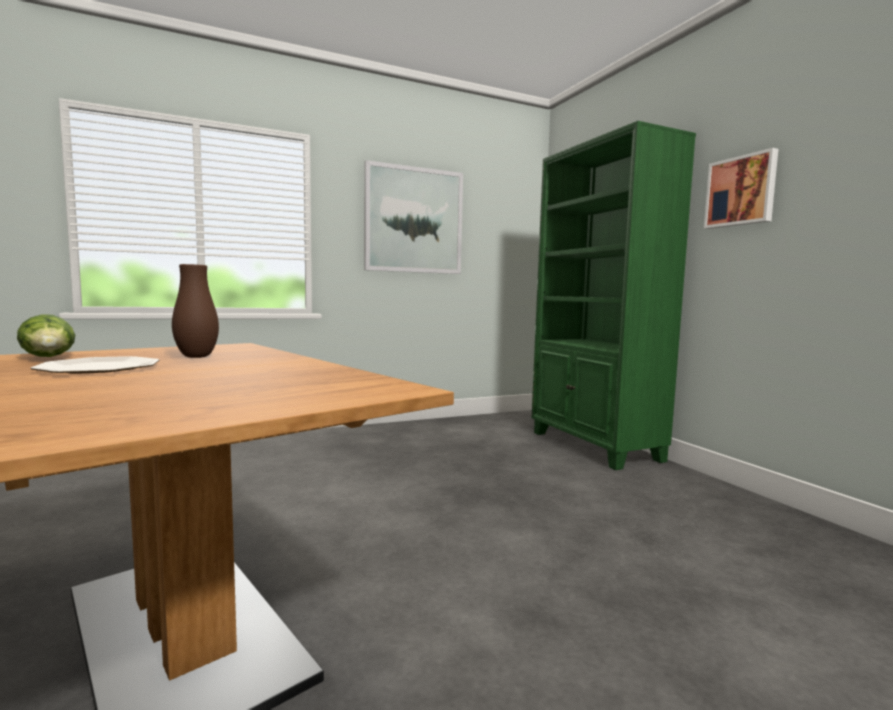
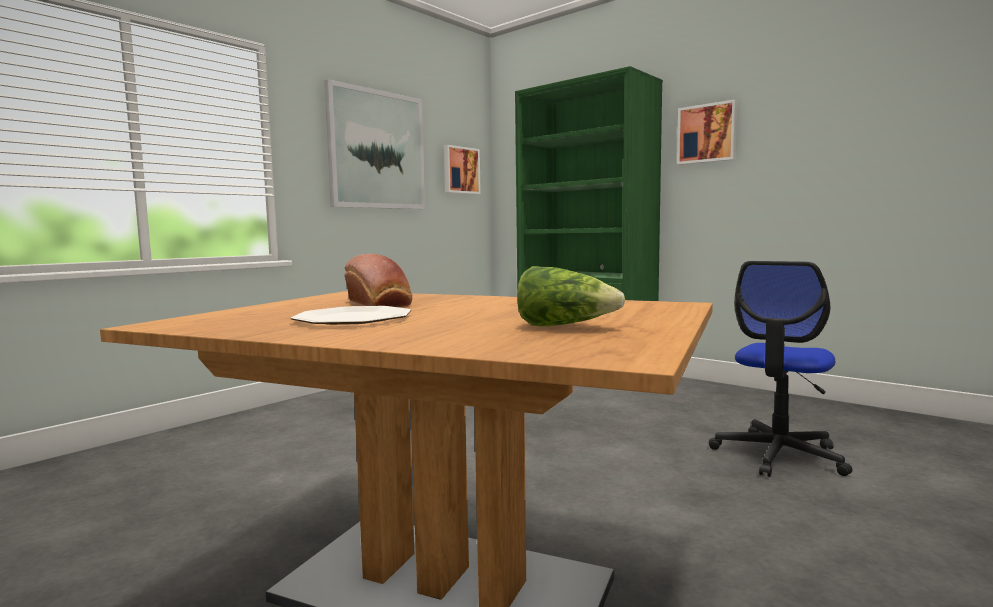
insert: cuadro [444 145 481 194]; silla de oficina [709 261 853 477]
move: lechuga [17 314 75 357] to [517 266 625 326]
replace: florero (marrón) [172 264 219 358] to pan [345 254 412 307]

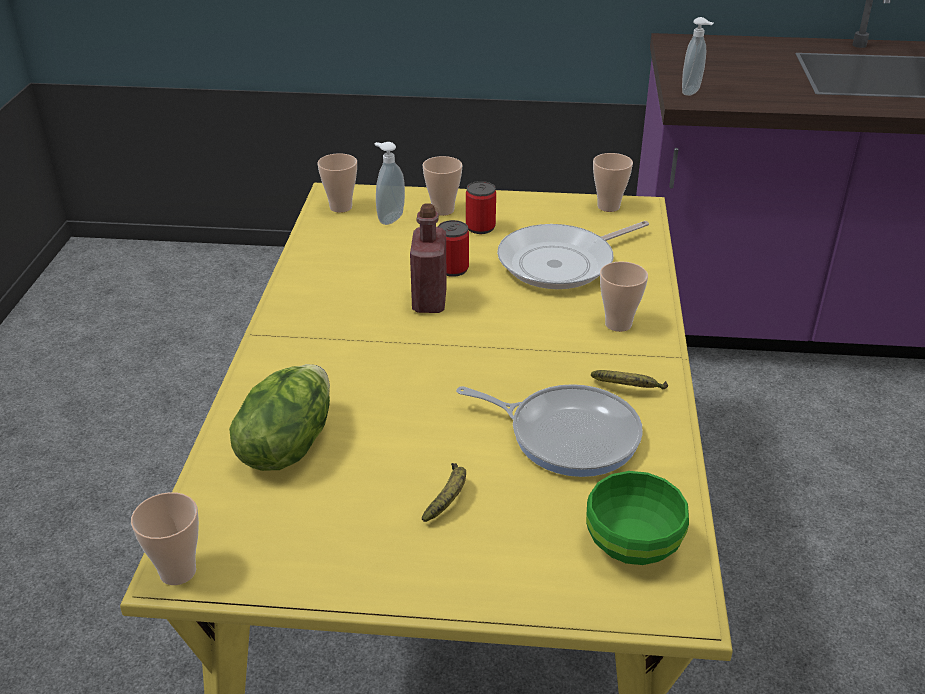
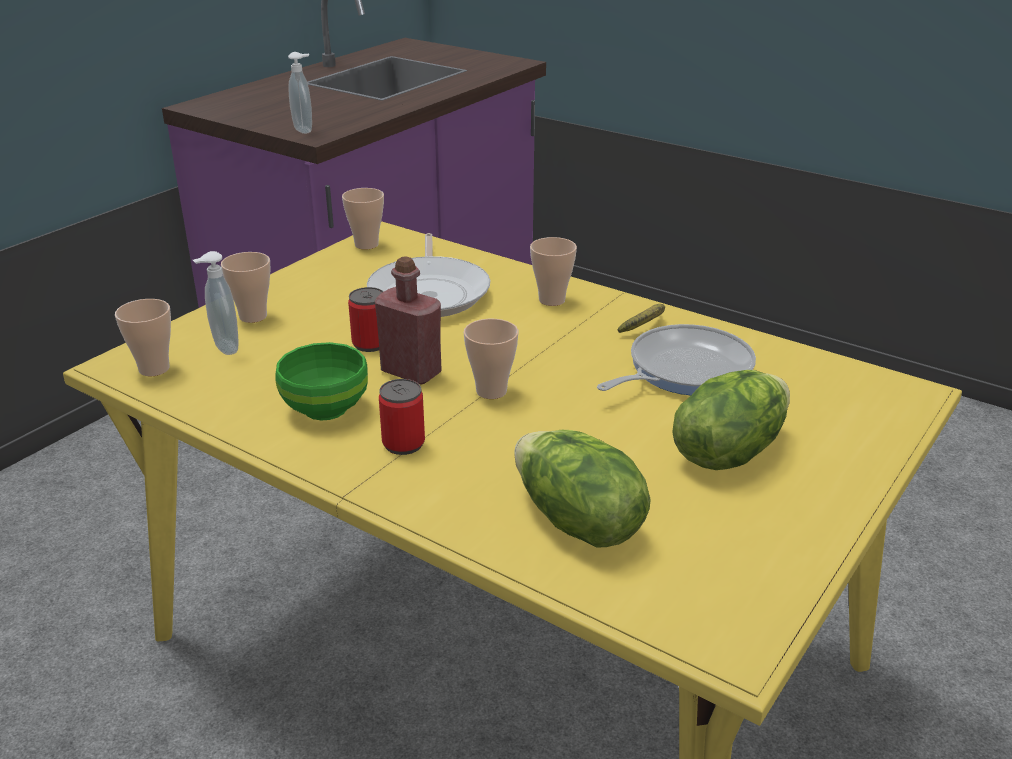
move: lata [466 181 496 234] to [379 379 425 455]; cuenco (verde) [586 471 689 565] to [276 342 368 420]; taza [131 492 199 585] to [464 319 518 399]
replace: plátano [422 463 466 522] to lechuga [672 370 790 470]

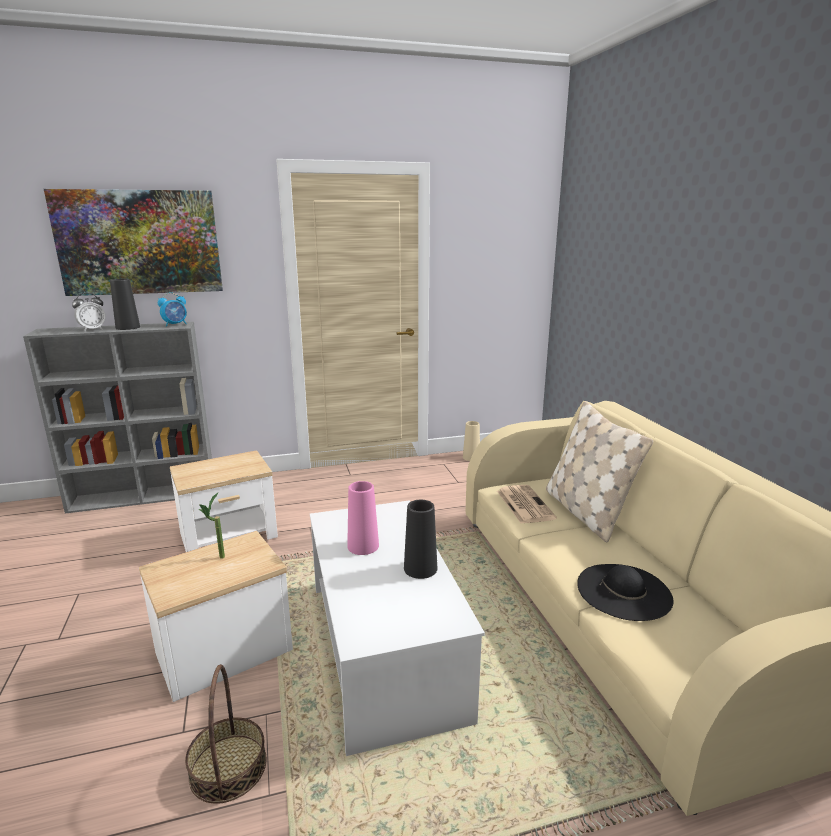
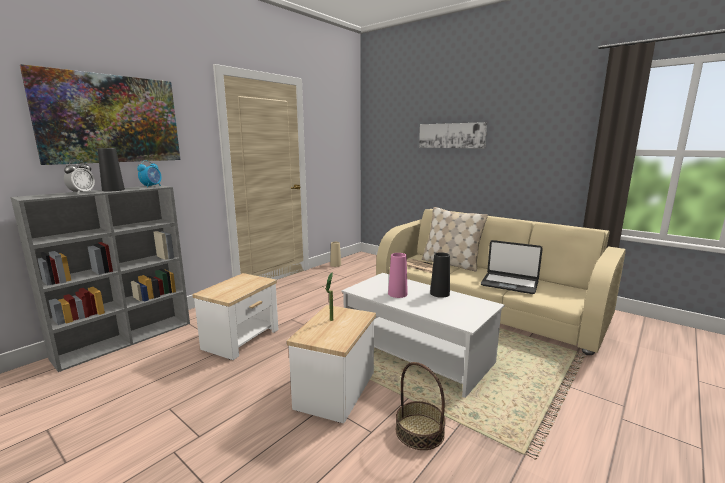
insert: cuadro [419 122 487 148]
replace: sombrero (negro) [577 564 674 621] to portátil [481 240 543 294]

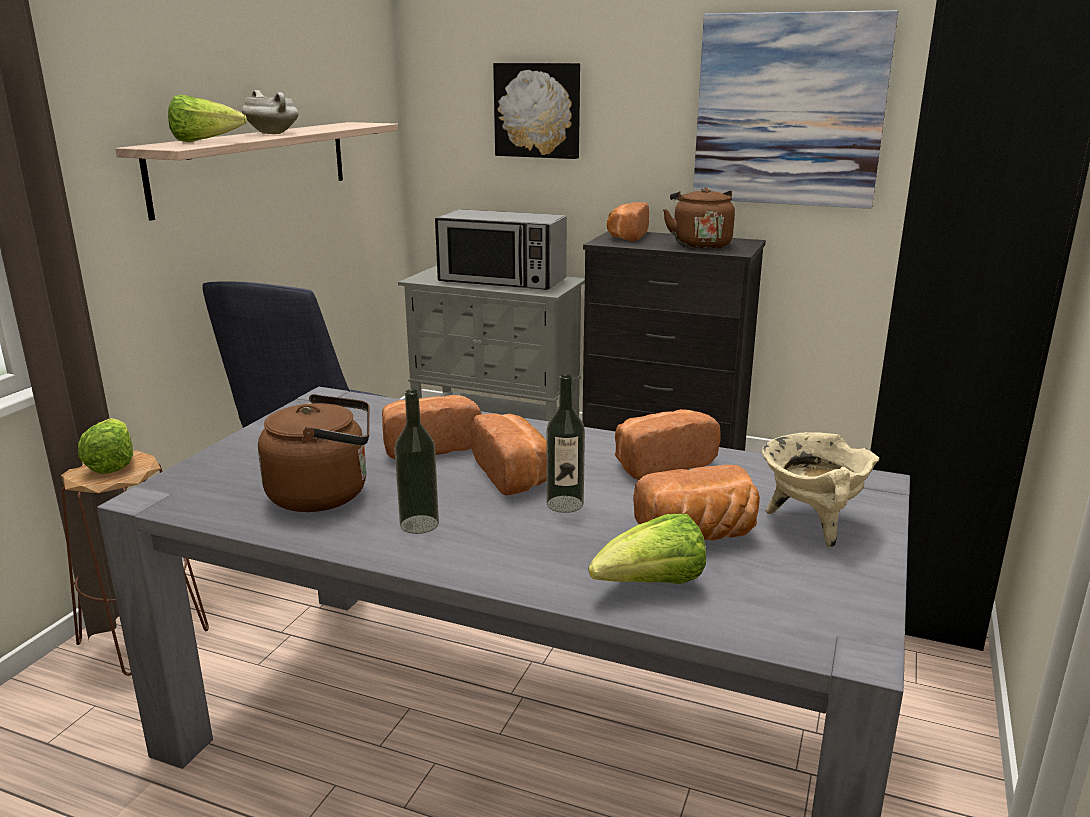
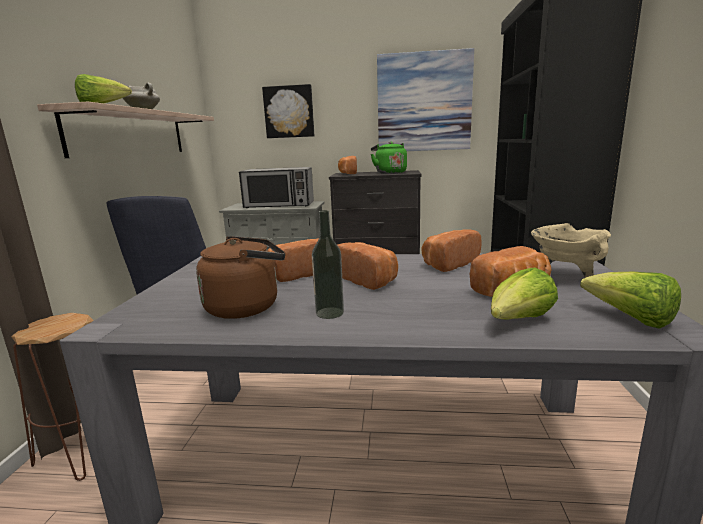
delete: botella [546 374 585 513]
move: lechuga [78 418 133 474] to [580 271 681 329]
recolor: hervidor (marrón) [663 187 735 249] to hervidor (verde) [371 142 407 174]

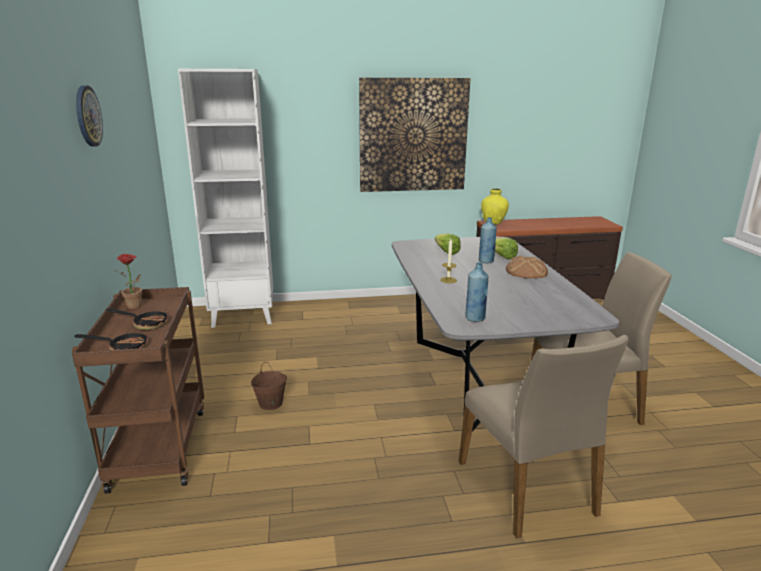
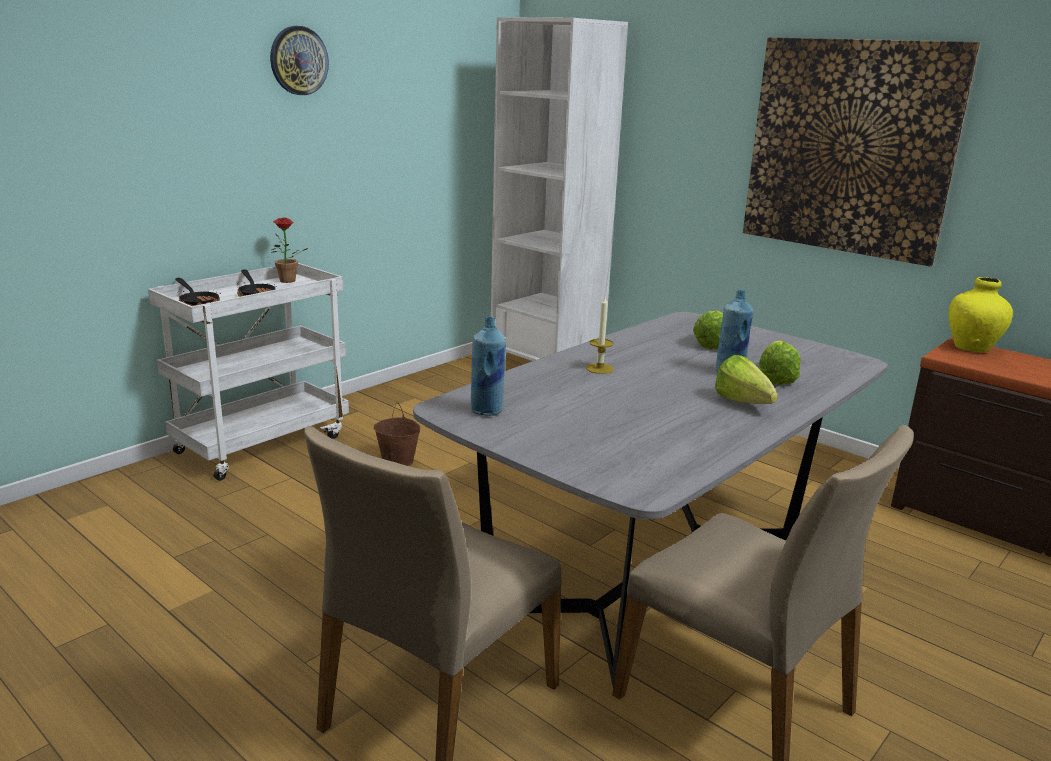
replace: pan [506 255 548 279] to lechuga [715 355 778 404]
recolor: carrito (marrón) [72 287 204 494] to carrito (blanco) [148 263 349 481]

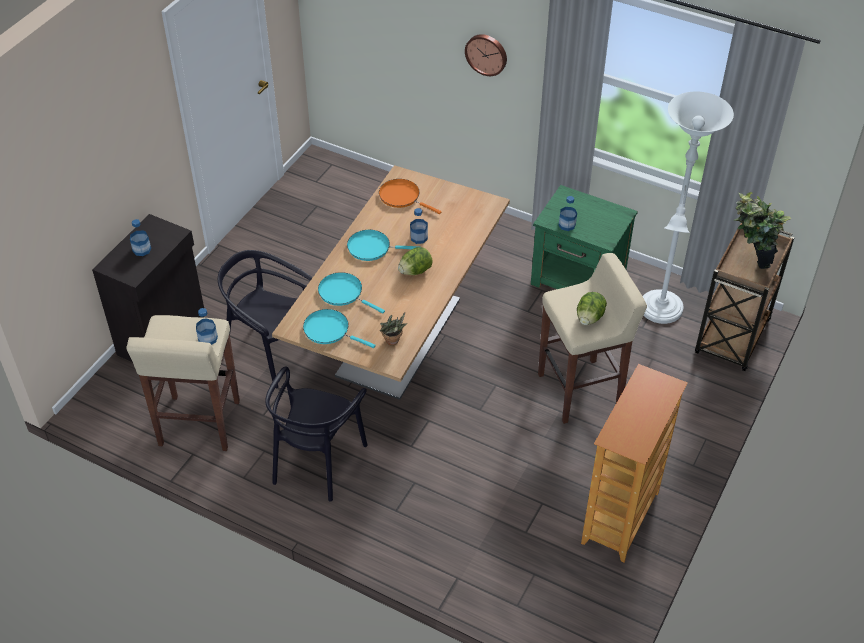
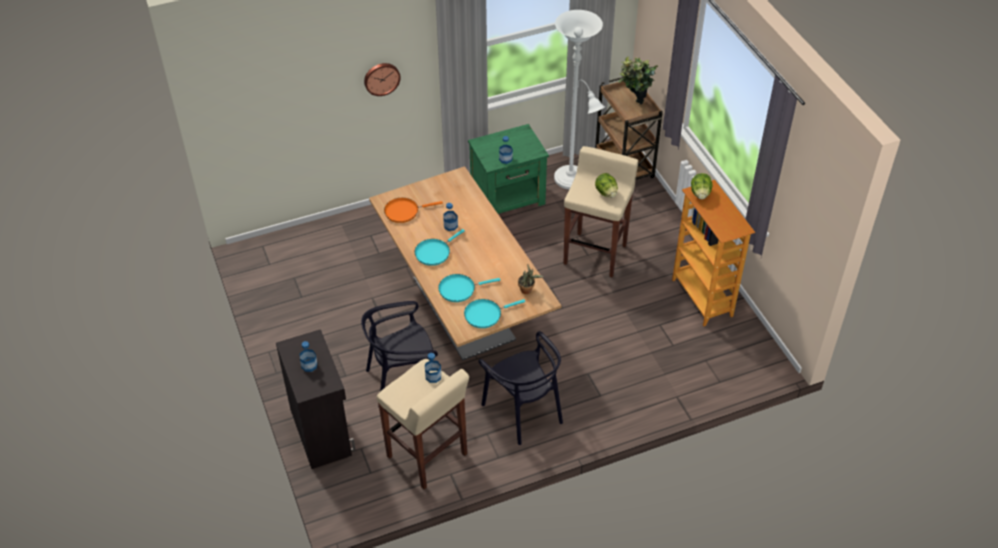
move: lechuga [398 247 433 275] to [691 173 713 199]

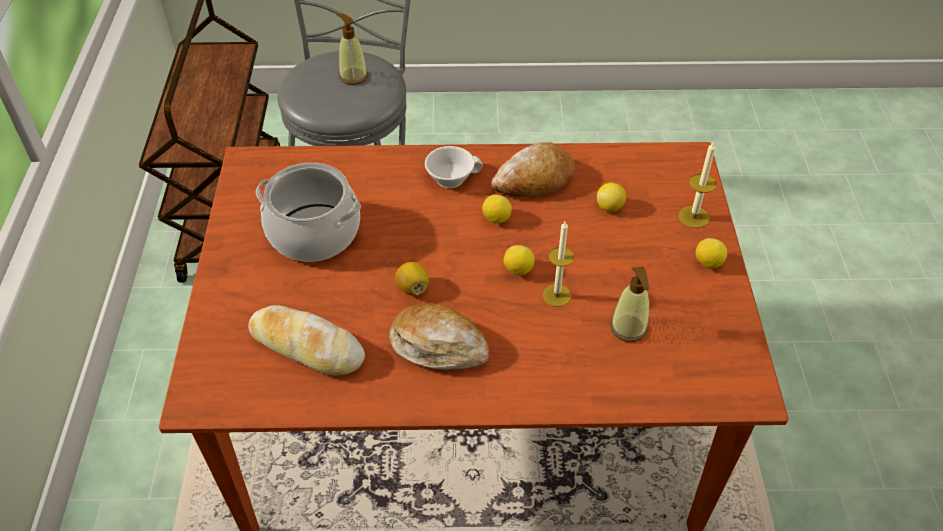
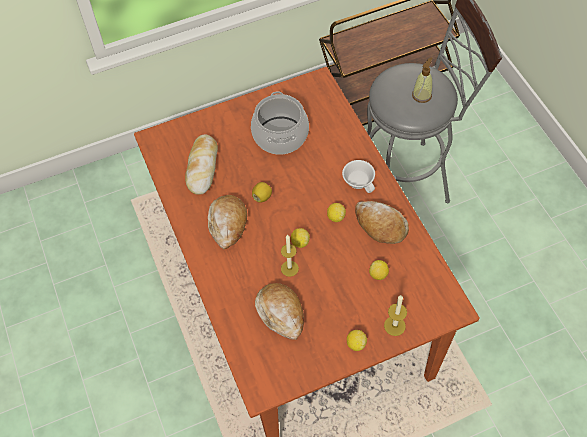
replace: dispensador de jabón [610 266 649 342] to pan [255 283 304 340]

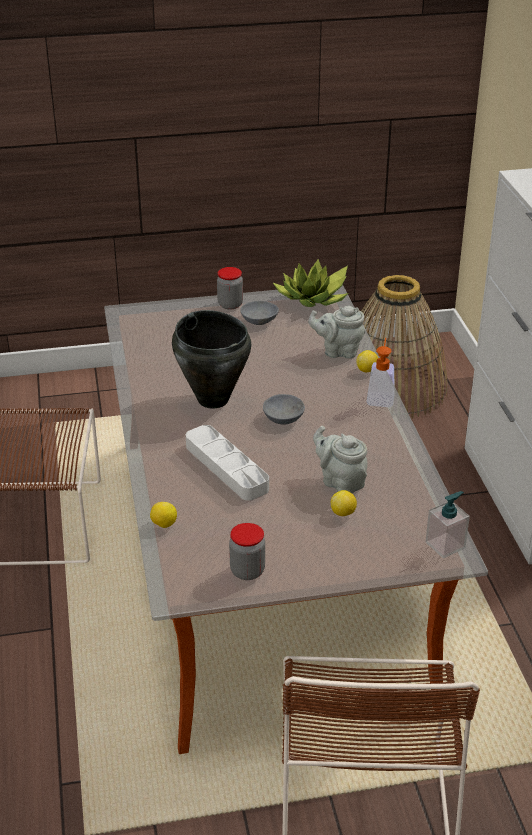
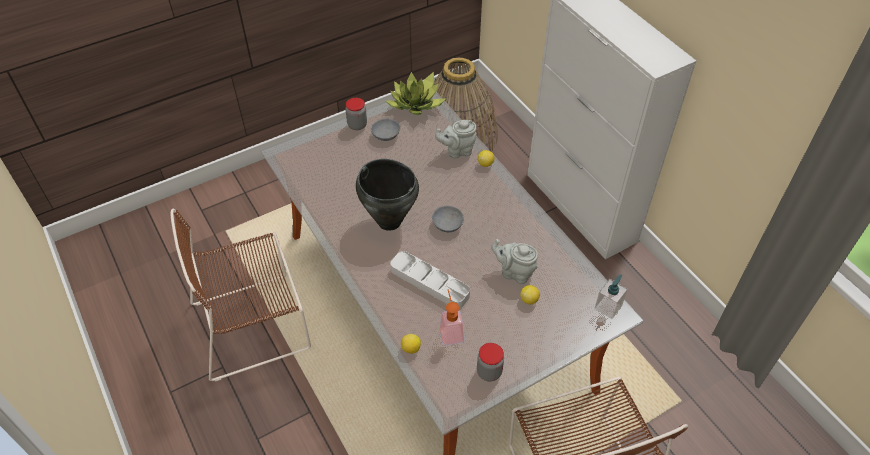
move: dispensador de jabón [366 338 395 407] to [439 289 465 345]

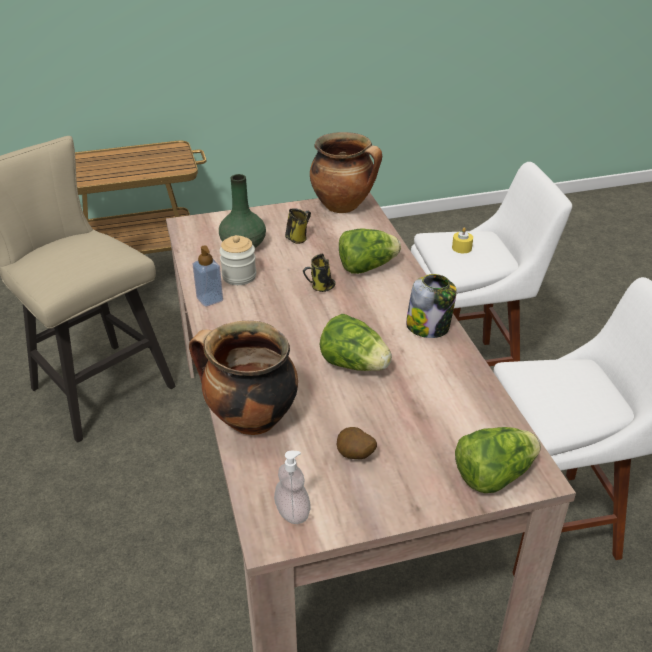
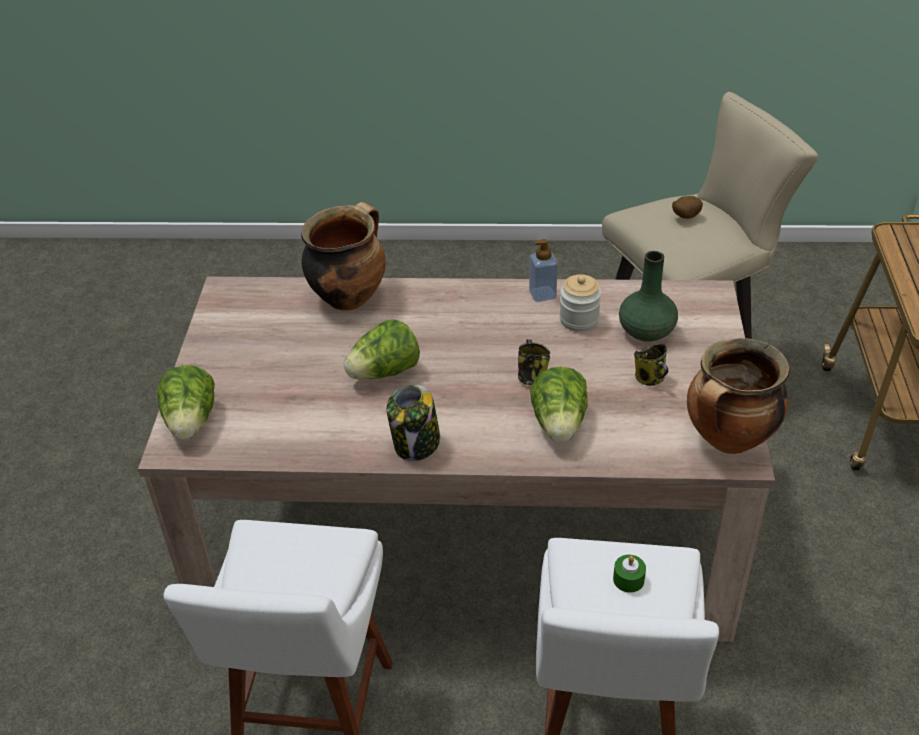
delete: dispensador de jabón [274 451 311 524]
move: patata [337 427 377 459] to [672 196 703 219]
recolor: vela (amarillo) [452 227 473 253] to vela (verde) [613 555 646 593]

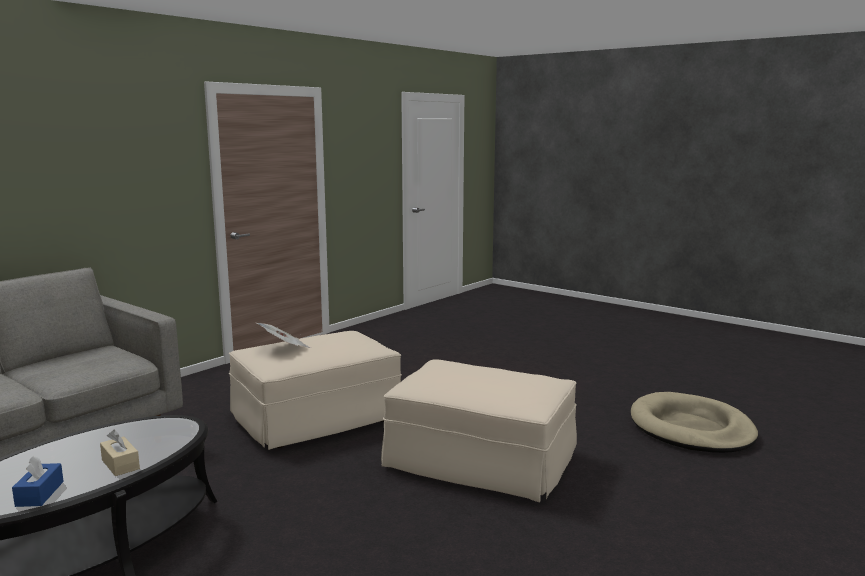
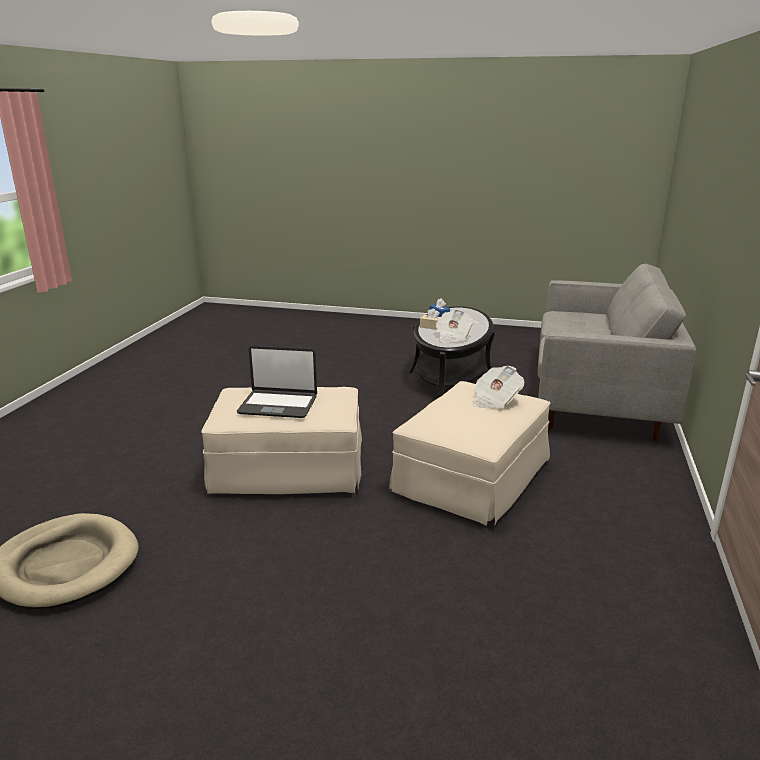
insert: periódico [436 309 475 343]; portátil [237 346 317 418]

